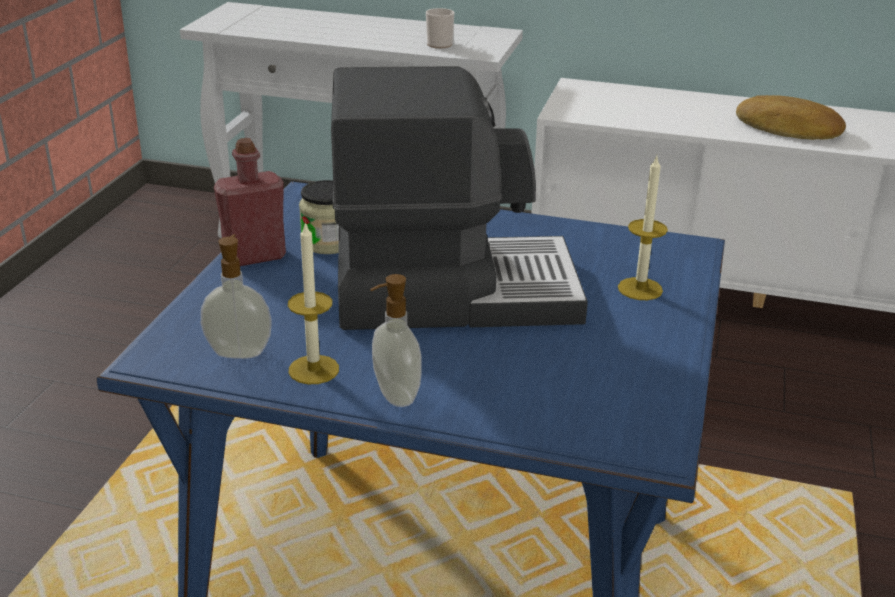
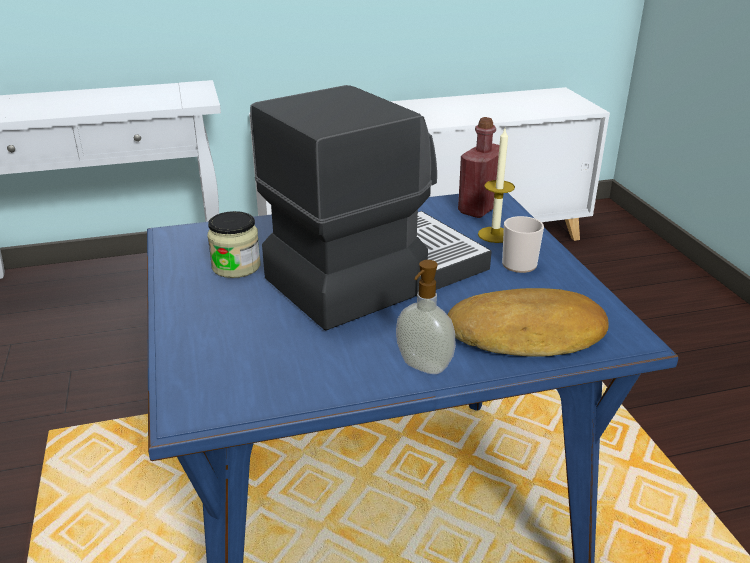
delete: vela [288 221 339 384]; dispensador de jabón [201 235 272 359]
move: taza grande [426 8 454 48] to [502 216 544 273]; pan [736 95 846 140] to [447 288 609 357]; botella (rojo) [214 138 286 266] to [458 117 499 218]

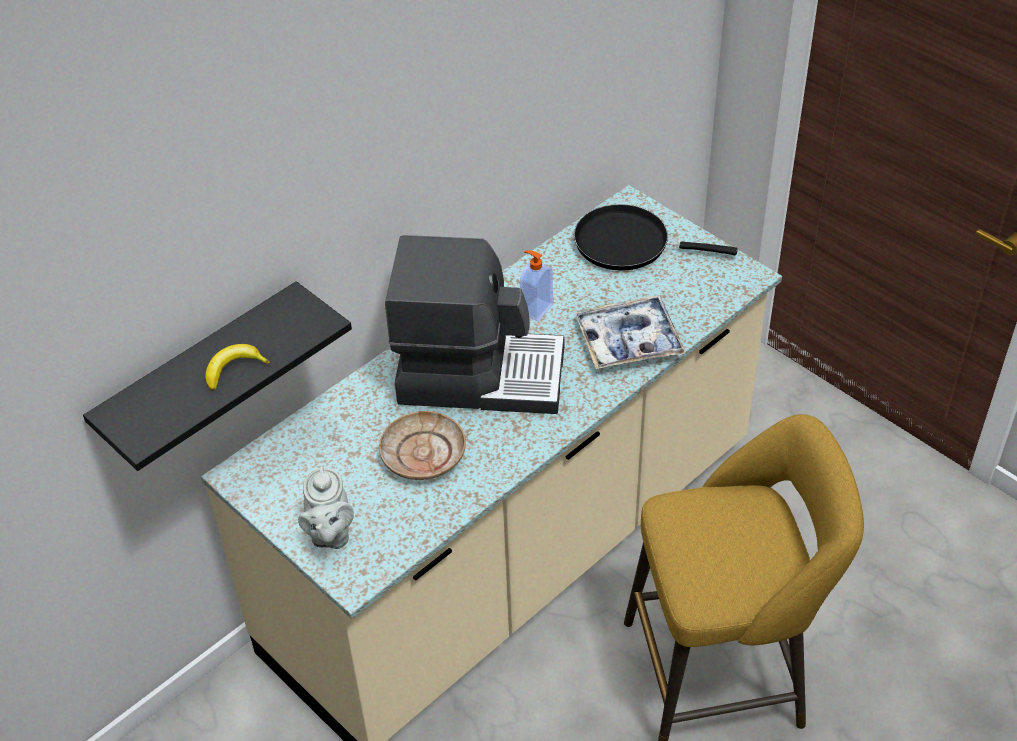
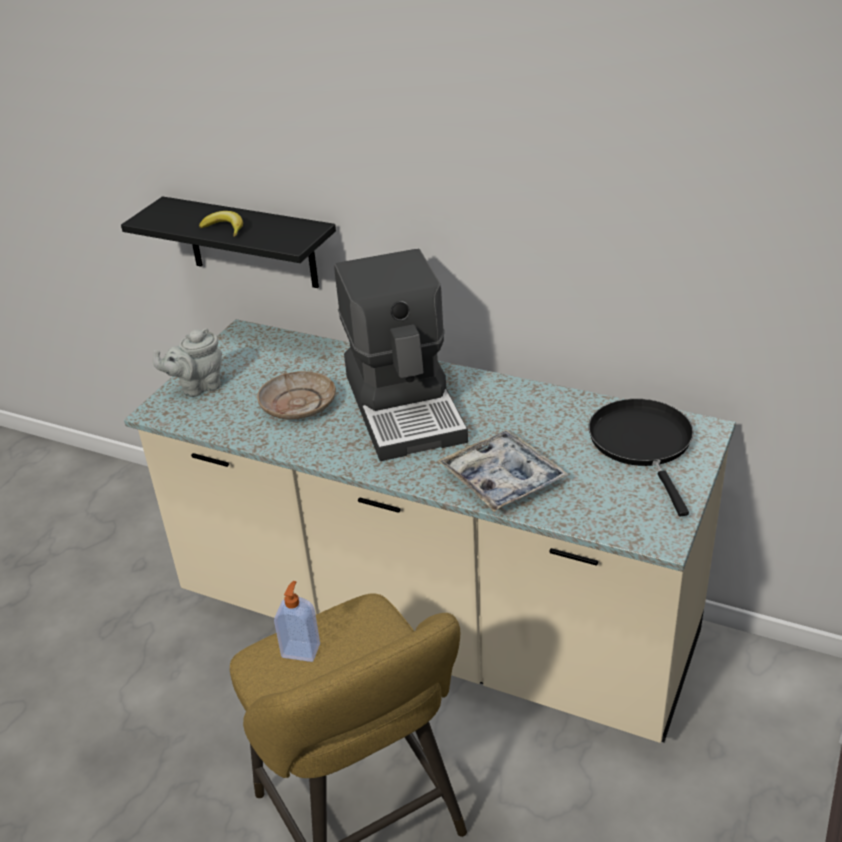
move: dispensador de jabón [520 250 553 321] to [274 581 320 662]

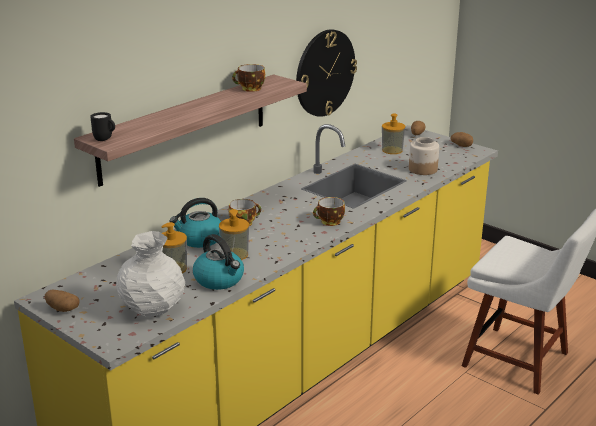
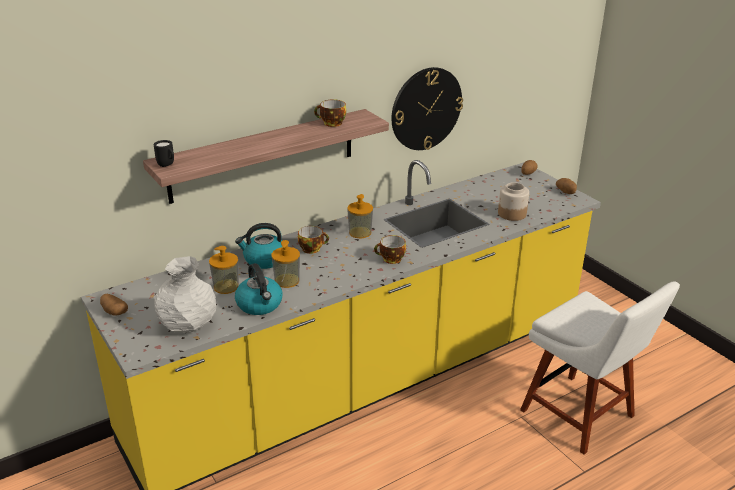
move: dispensador de jabón [382 113 405 154] to [347 194 373 238]

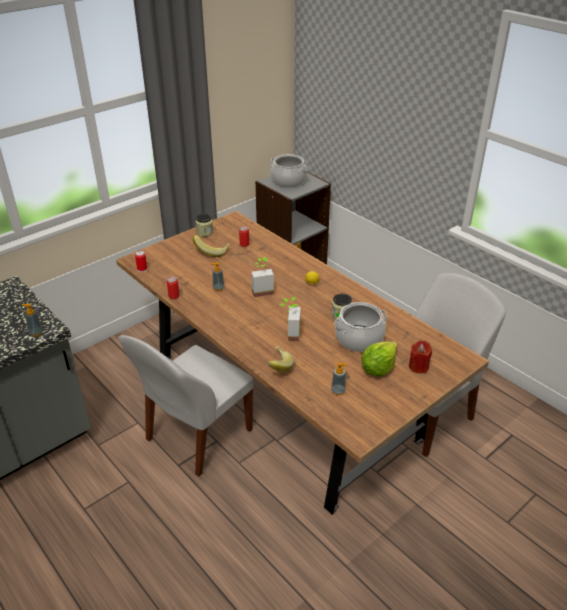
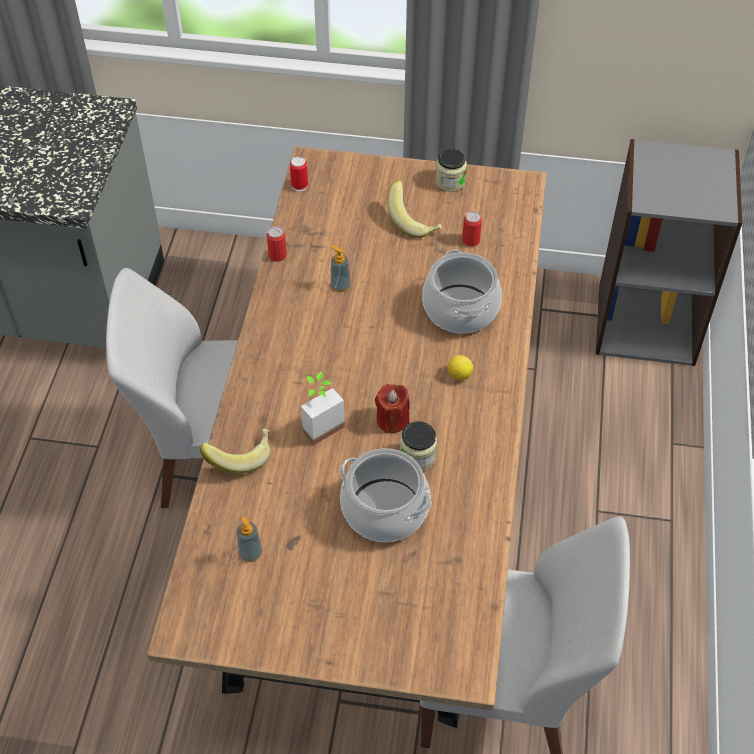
delete: planta en maceta [251 257 274 297]; dispensador de jabón [21 304 43 337]; lechuga [361 341 397 376]
move: olla [270 154 308 188] to [422 249 502 334]; vela (rojo) [409 340 432 373] to [375 384 410 433]

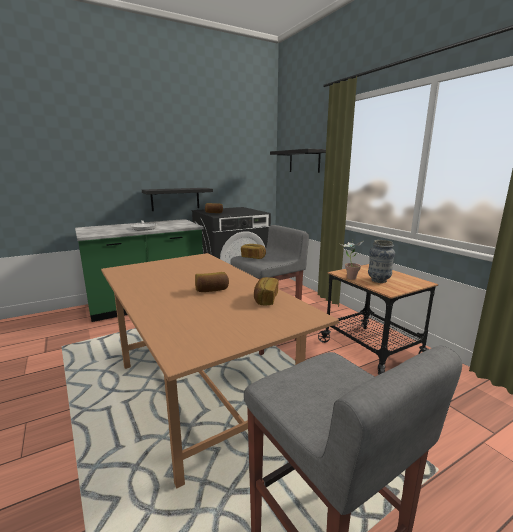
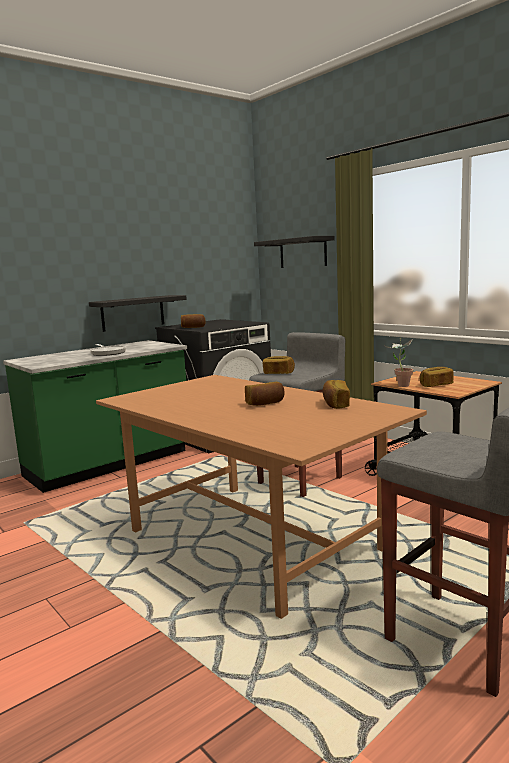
replace: florero [368 240 395 283] to pan [419 367 453 387]

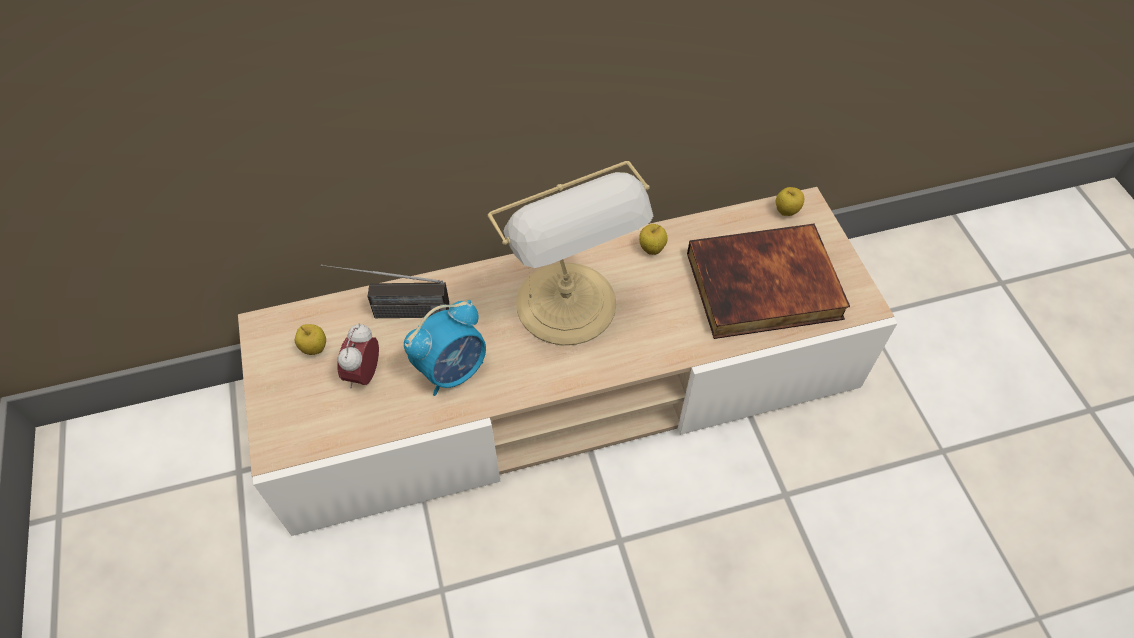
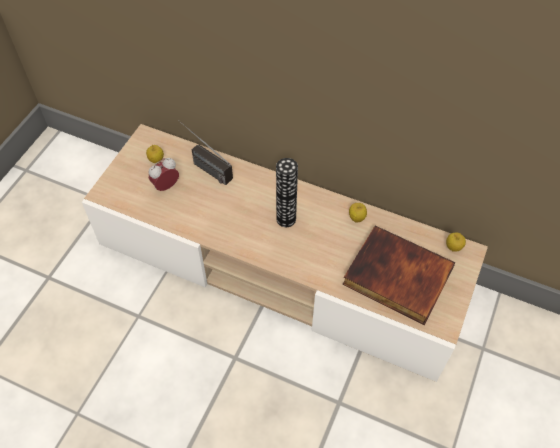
delete: despertador [404 300 486 396]
replace: lámpara de mesa [488 161 653 346] to florero [276 158 298 227]

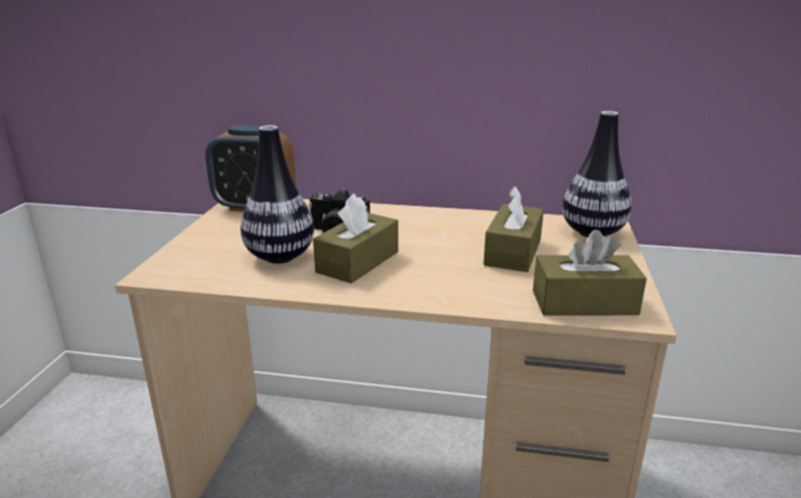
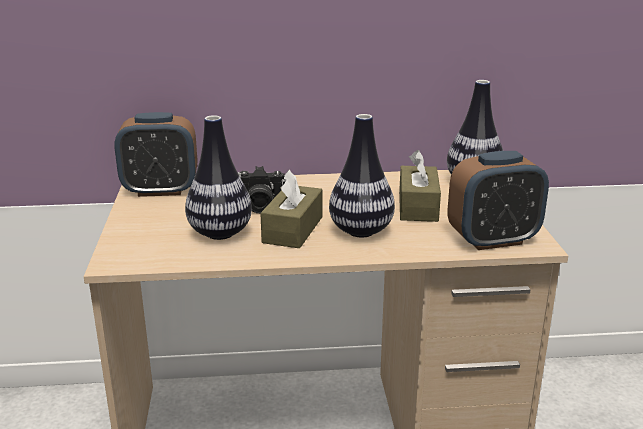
insert: florero [329 114 395 238]
replace: caja de pañuelos (marrón) [533 229 647 315] to despertador [447 151 549 250]

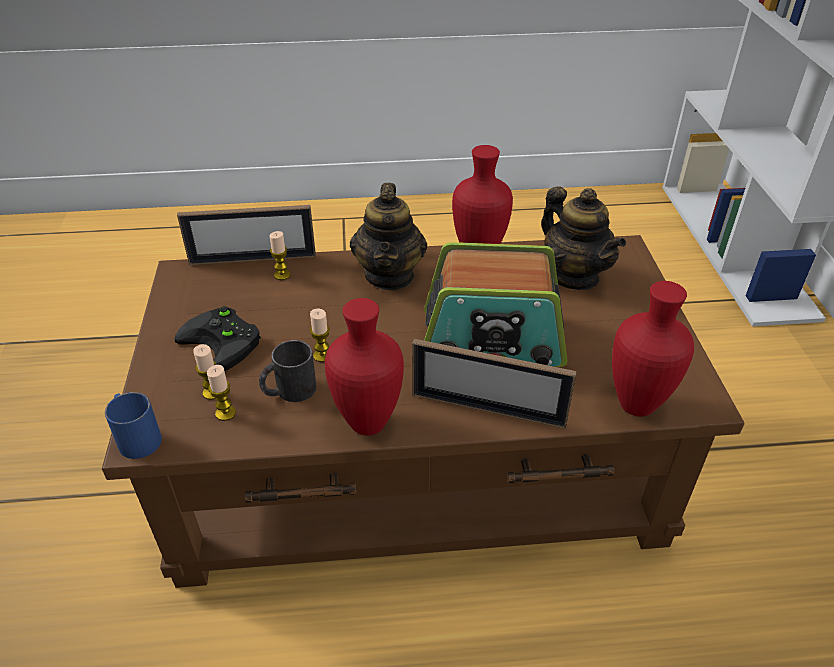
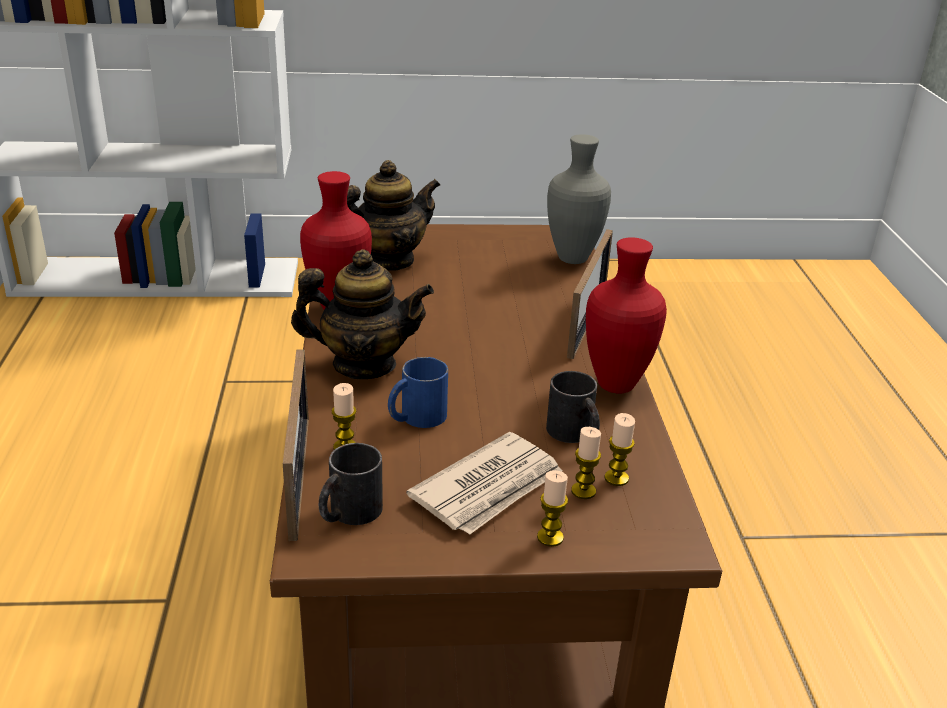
delete: radio [424 242 567 367]
insert: taza grande (negro) [319 443 383 525]
move: vela [310 309 330 362] to [537 470 568 547]; taza grande (azul) [105 392 162 459] to [388 357 448 428]
replace: mando de consola (negro) [175 306 261 371] to periódico [406 432 562 535]
recolor: florero (rojo) [612 281 694 417] to florero (gris) [547 134 611 264]

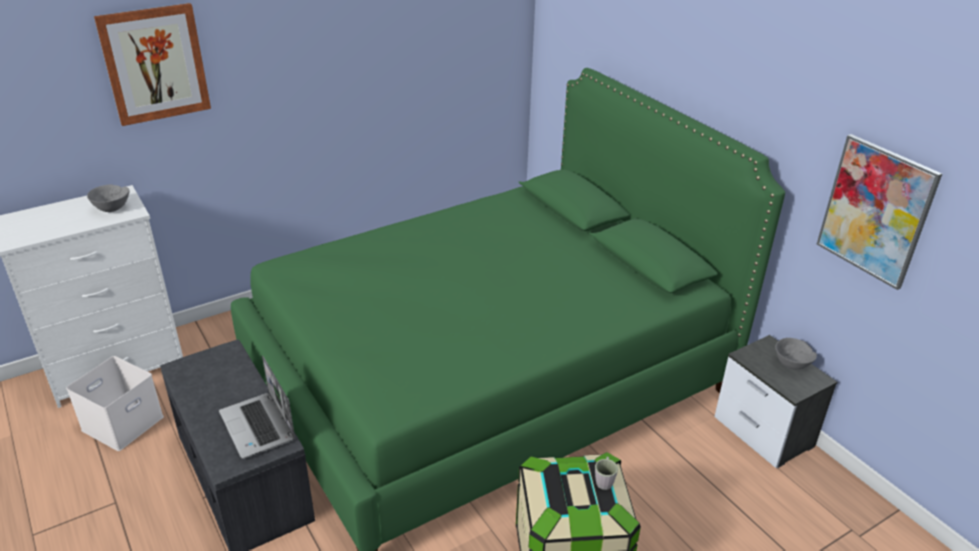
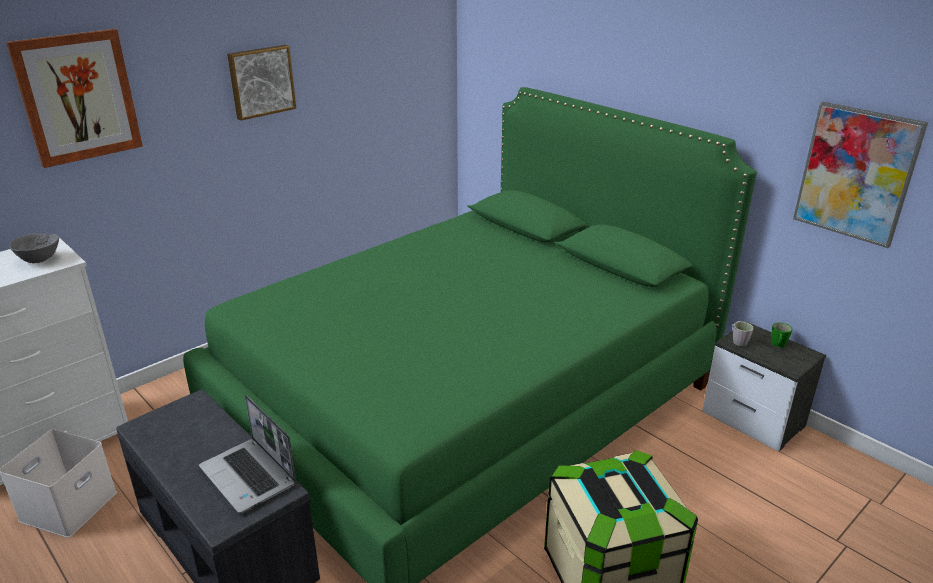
insert: cuadro [227 45 296 120]
move: taza grande (gris) [595 457 618 490] to [733 321 754 346]
replace: cuenco (gris) [775 338 817 369] to taza grande (verde) [771 322 793 347]

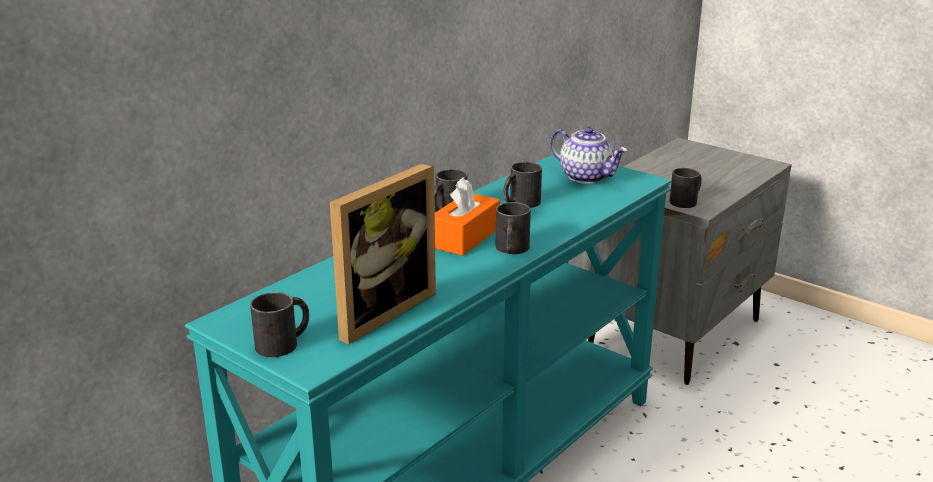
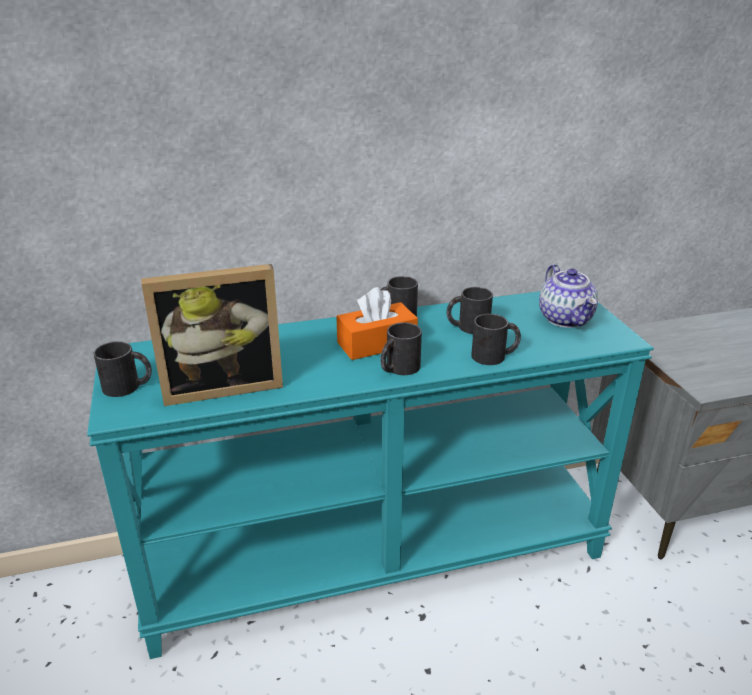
move: taza grande (negro) [670 168 702 208] to [471 314 521 365]

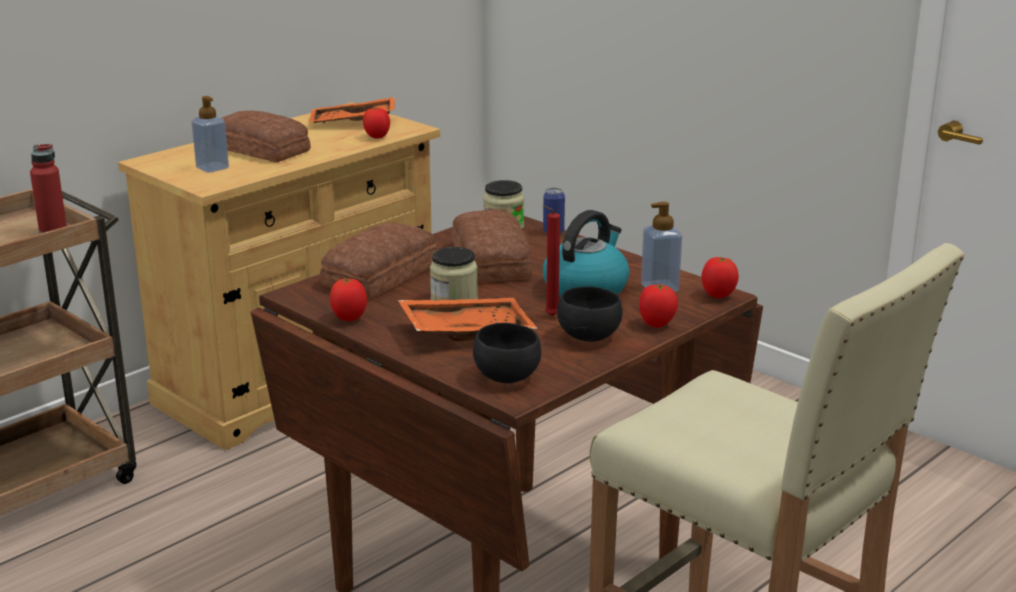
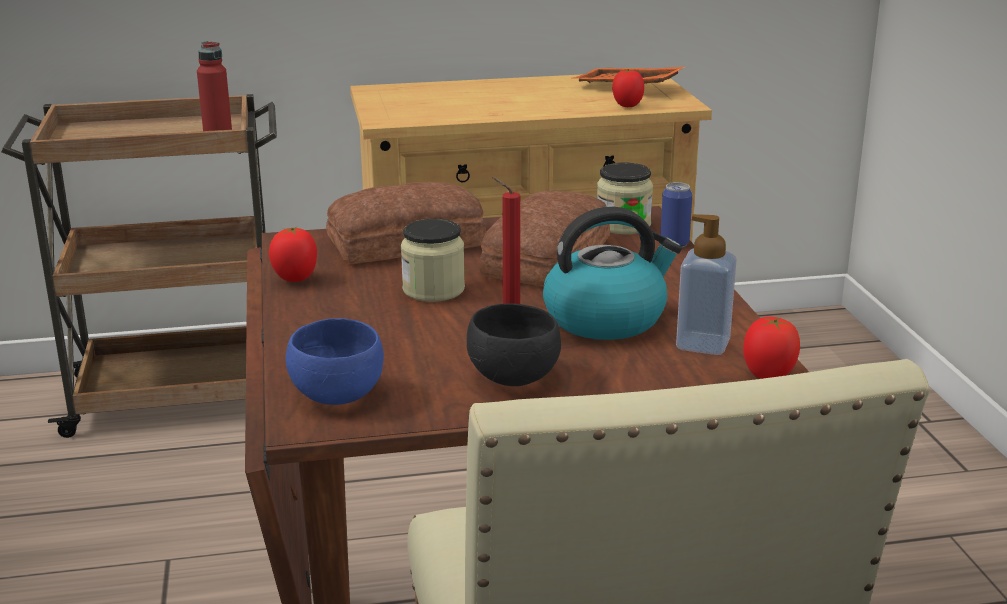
delete: dispensador de jabón [191 96 229 173]; pan [222 111 311 163]; tomate [639 284 678 328]; bandeja (naranja) [398 298 538 341]
recolor: cuenco (negro) [473 323 541 383] to cuenco (azul) [286 318 384 405]

